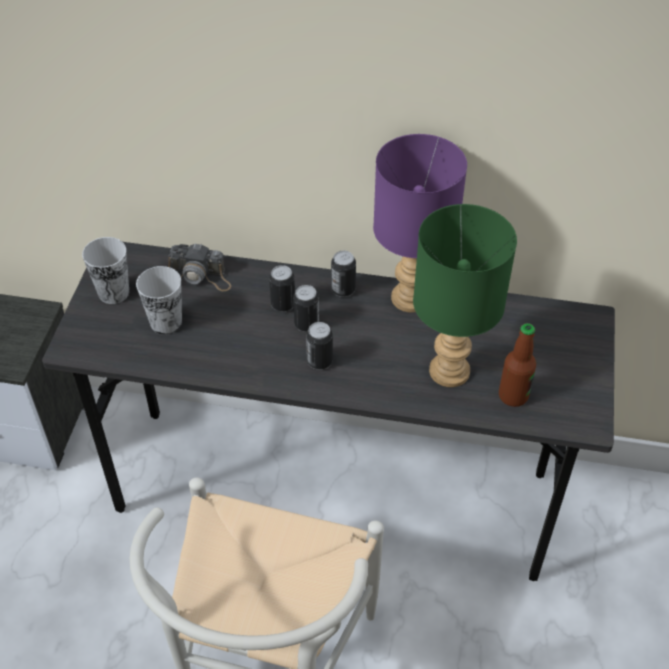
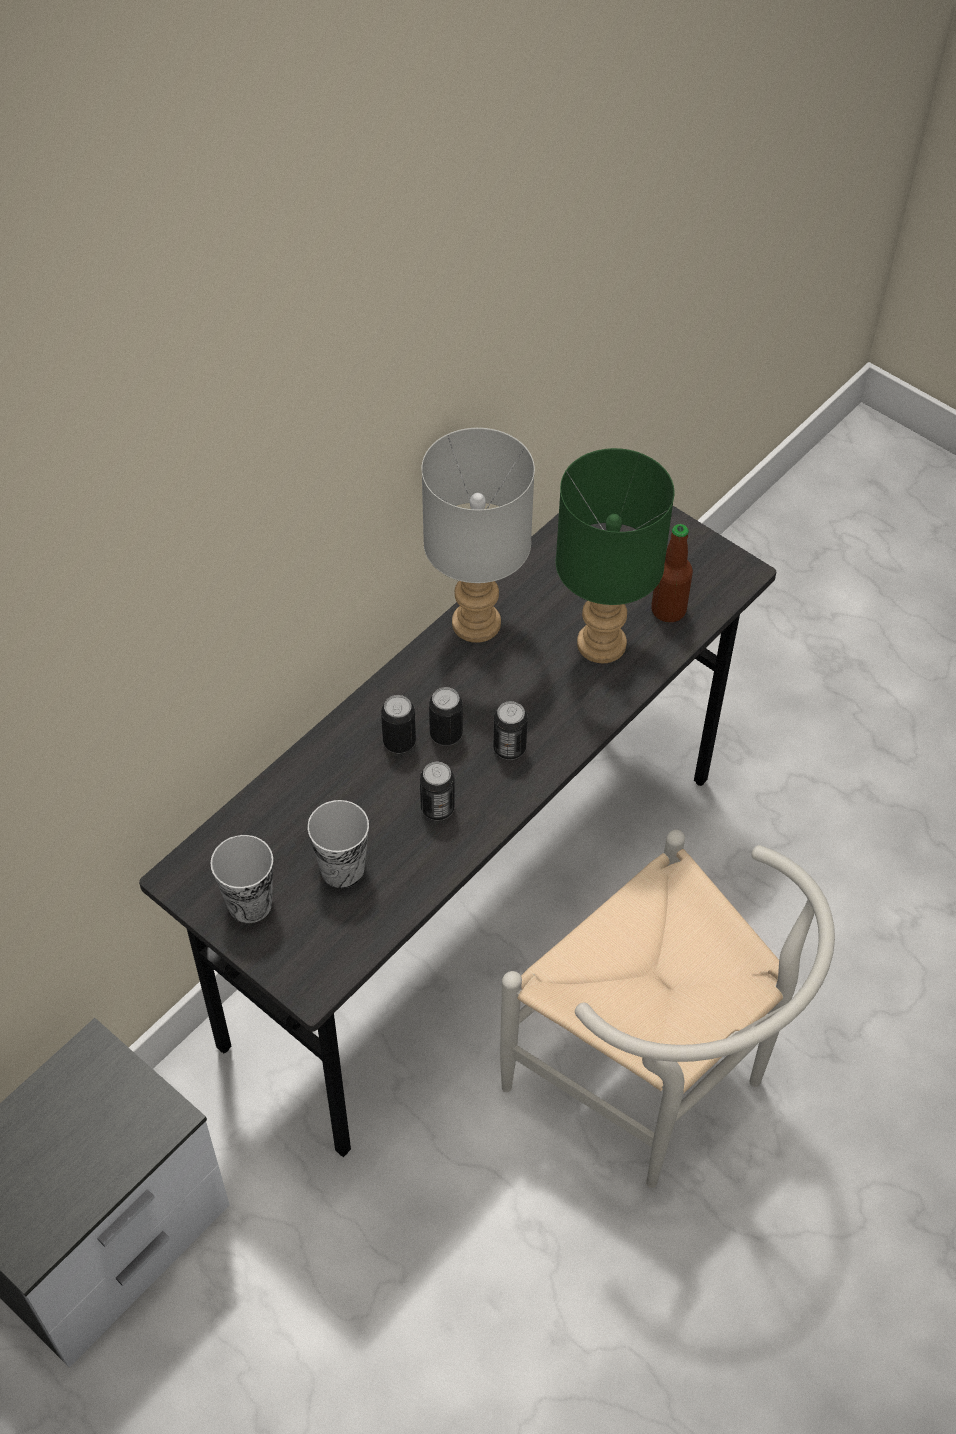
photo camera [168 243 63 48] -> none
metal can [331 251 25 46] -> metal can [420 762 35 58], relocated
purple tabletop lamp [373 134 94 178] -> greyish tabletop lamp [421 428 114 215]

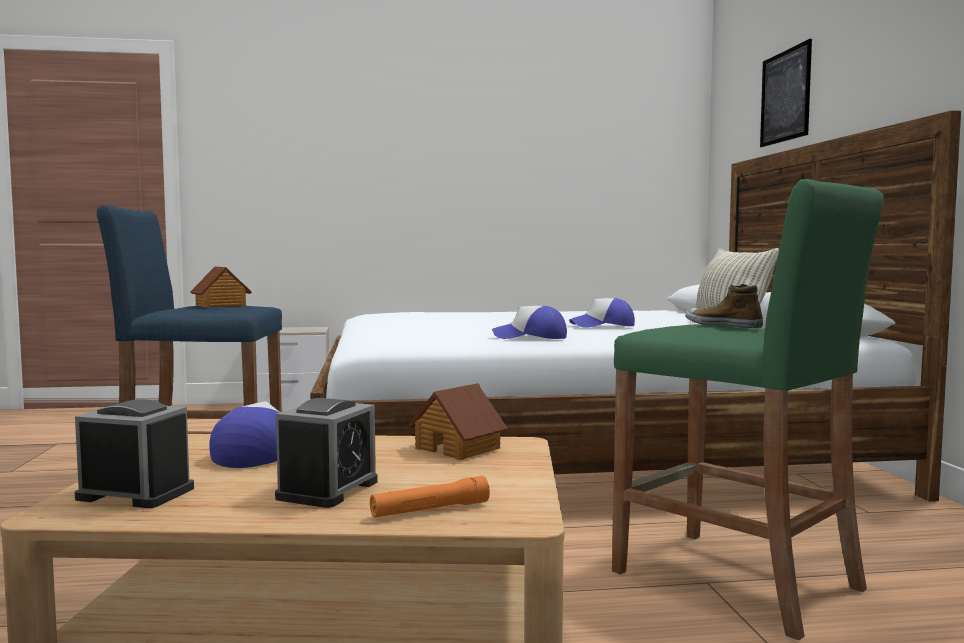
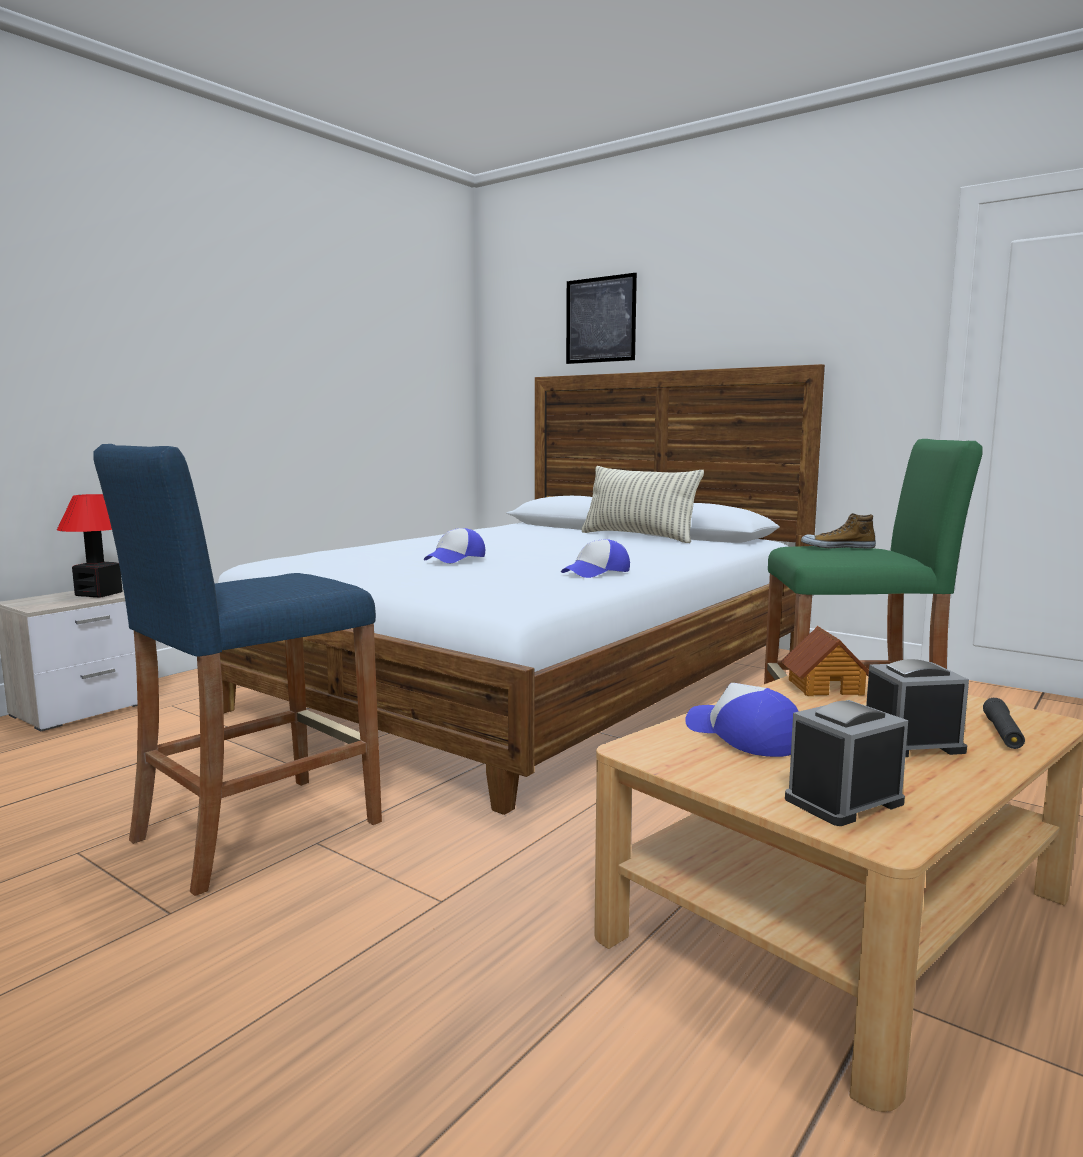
miniature house [190 266 62 41] -> none
none -> tabletop lamp [57 494 66 104]
peaked cap [569 298 66 30] -> peaked cap [424 528 61 35], relocated
orangey flashlight [370 476 120 41] -> black flashlight [983 698 42 51]
bedside clock [275 398 102 110] -> bedside clock [866 659 103 98], 75 degrees counterclockwise

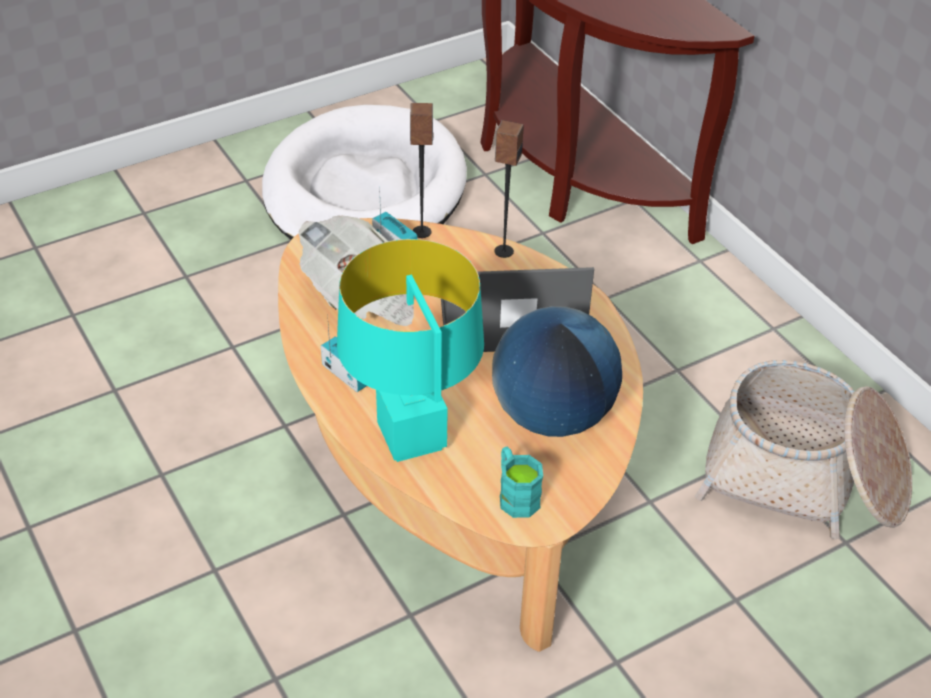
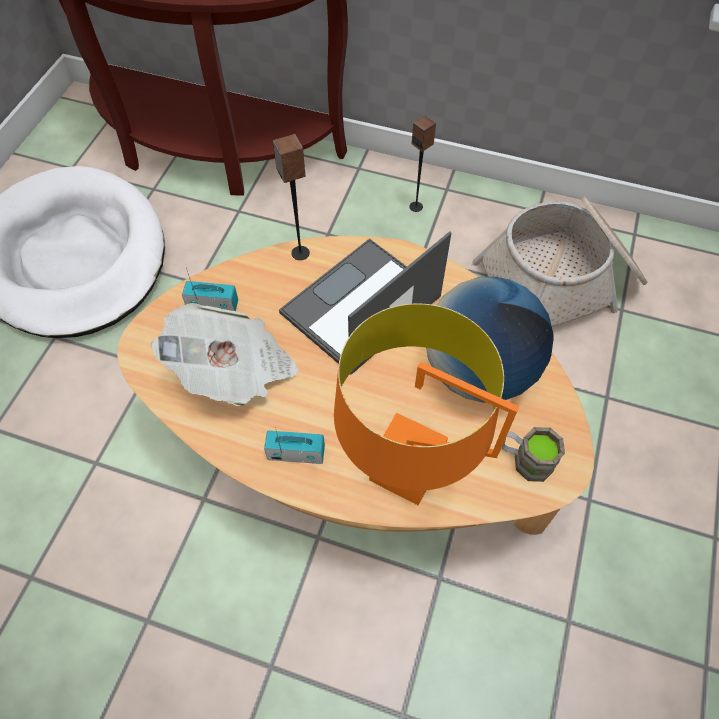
audio speaker [410 103 23 135] -> audio speaker [409 115 27 97], relocated
turquoise-coloured tabletop lamp [337 239 147 223] -> orangey tabletop lamp [334 303 185 203]
turquoise-coloured coffee mug [500 447 43 71] -> brown coffee mug [502 427 63 55]

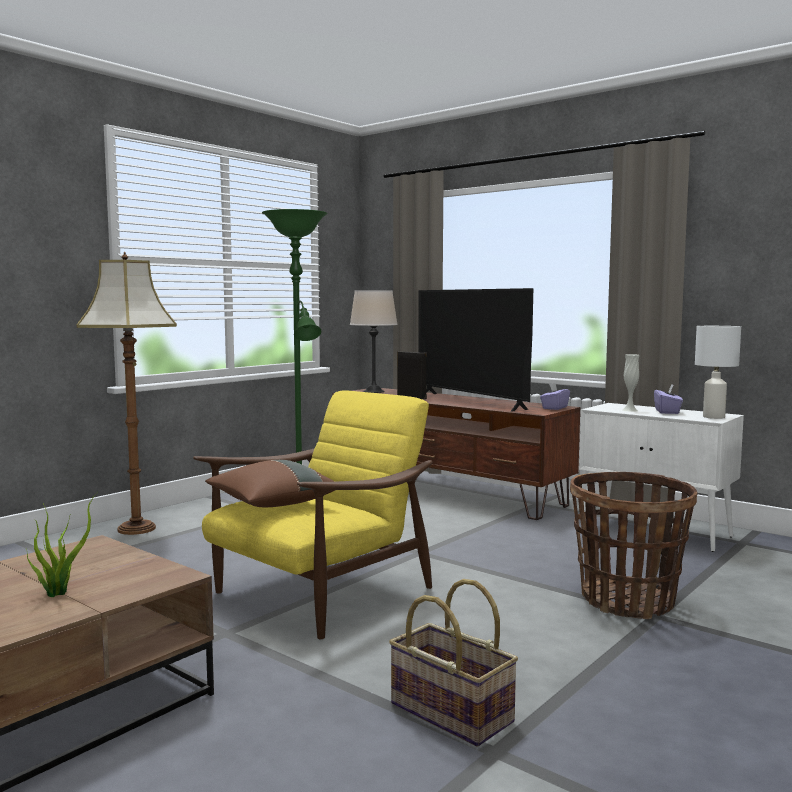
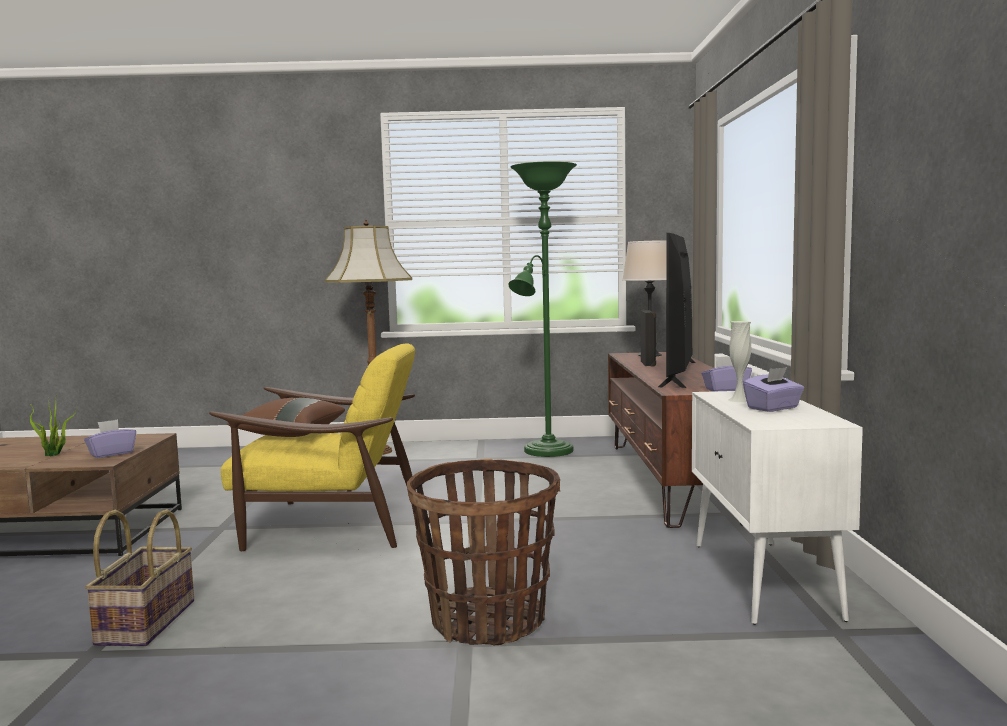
whitish tabletop lamp [695 326 46 93] -> none
none -> purple box of tissues [84 419 52 39]

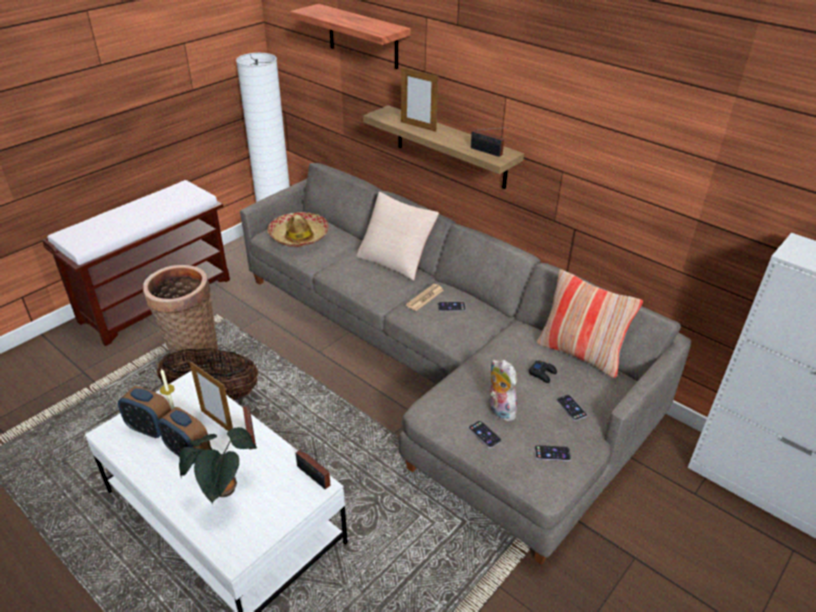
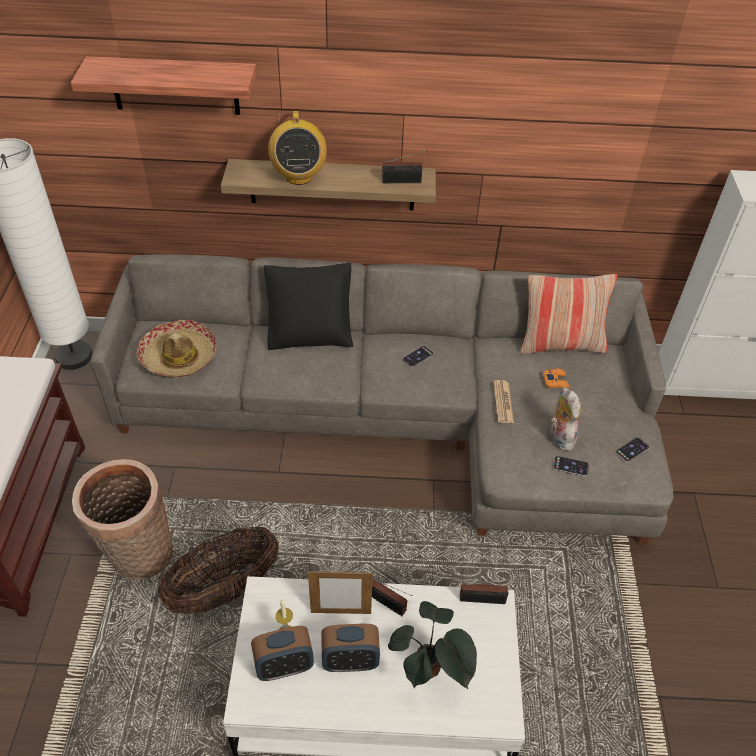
handset [557 395 30 26] -> none
daily paper [406 284 38 27] -> daily paper [493 380 21 43], relocated
standing frame [401 67 37 65] -> radio receiver [268 111 59 74]
sand-coloured throw pillow [356 192 83 88] -> black throw pillow [264 262 89 88]
black gamepad [529 361 28 22] -> orangey gamepad [543 369 26 19]
cuddly toy [488 360 29 61] -> cuddly toy [551 387 30 64], 60 degrees clockwise

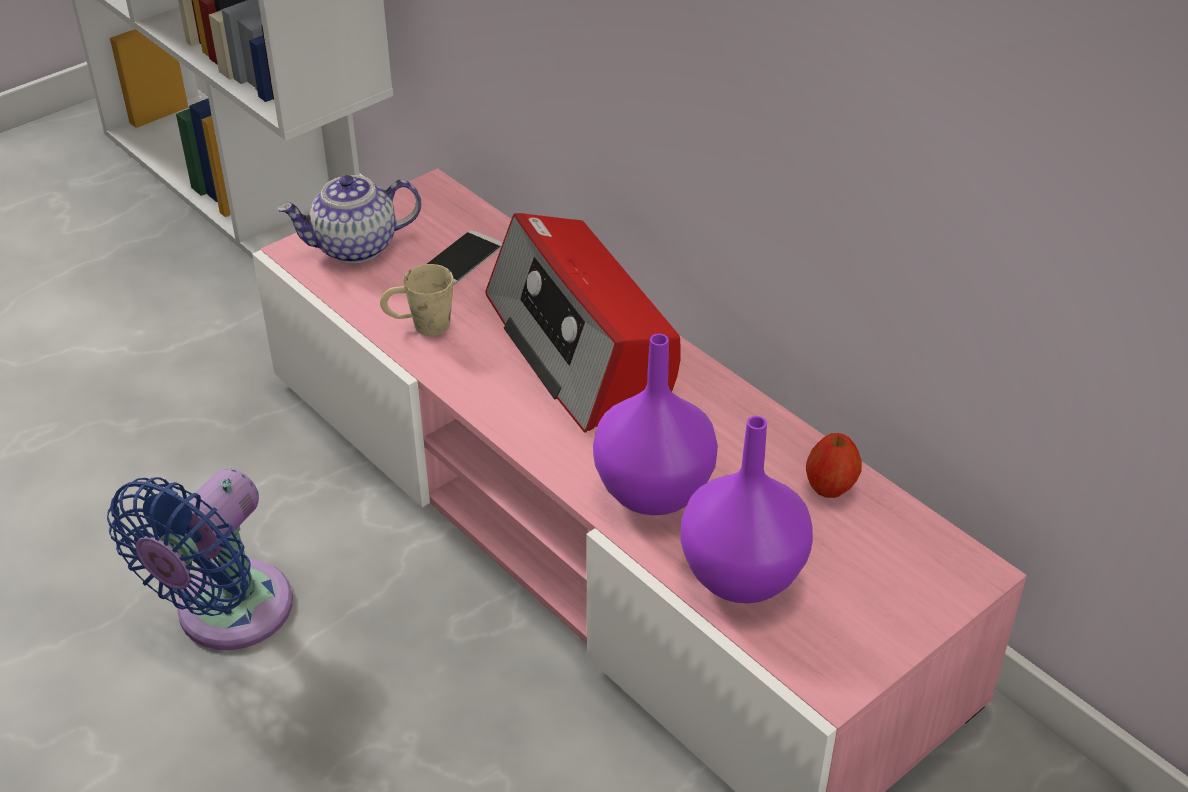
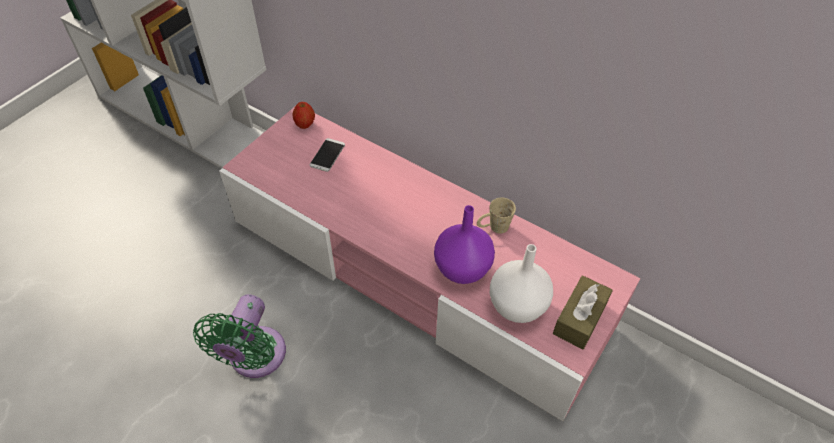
pot for tea [277 175 144 88] -> none
radio receiver [485 213 196 220] -> none
none -> brown box of tissues [553 275 60 74]
sand-coloured coffee mug [380 264 73 72] -> sand-coloured coffee mug [477 197 39 37], relocated
whole apple [806 433 56 65] -> whole apple [292 102 23 27], relocated
blue-coloured cooling fan [107 469 186 181] -> green cooling fan [193 294 93 84]
purple vase [680 416 133 187] -> whitish vase [490 244 63 79]

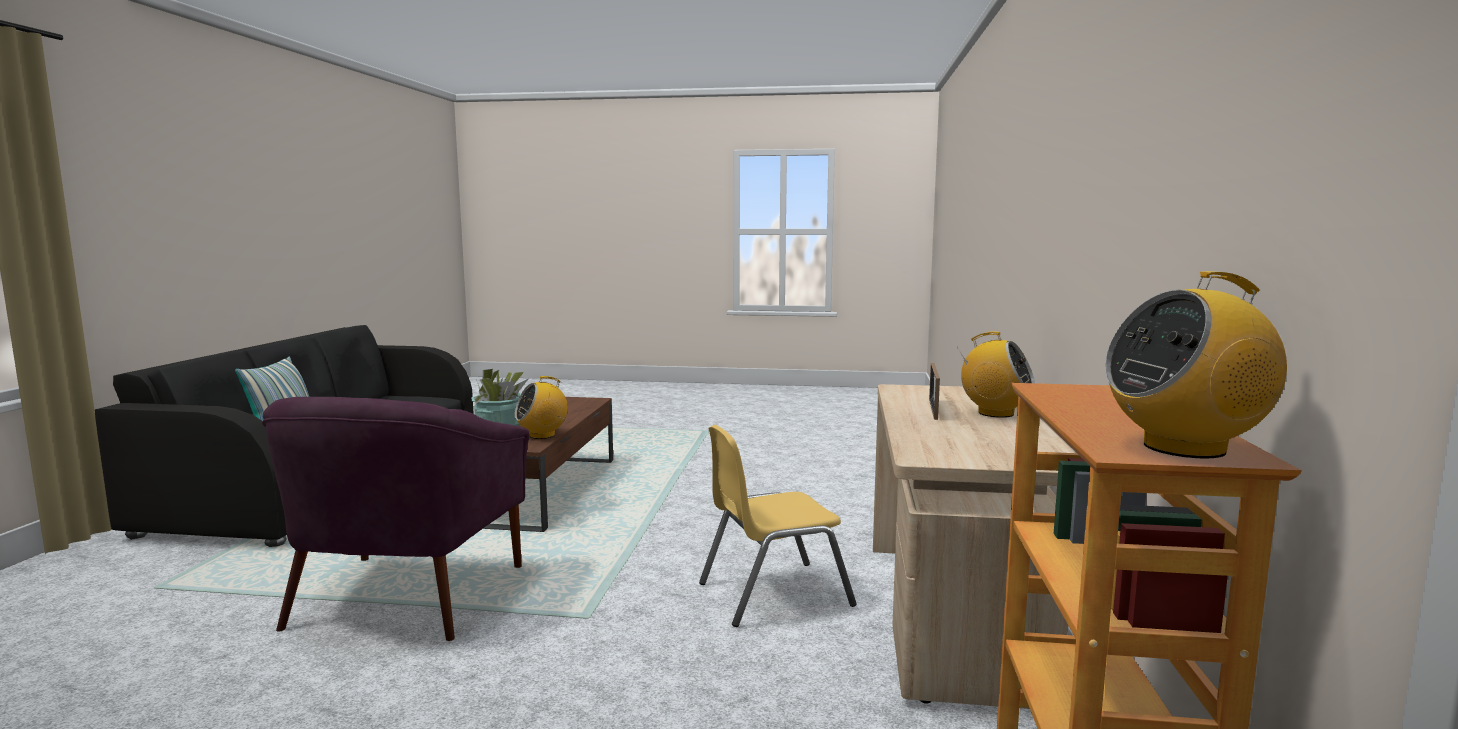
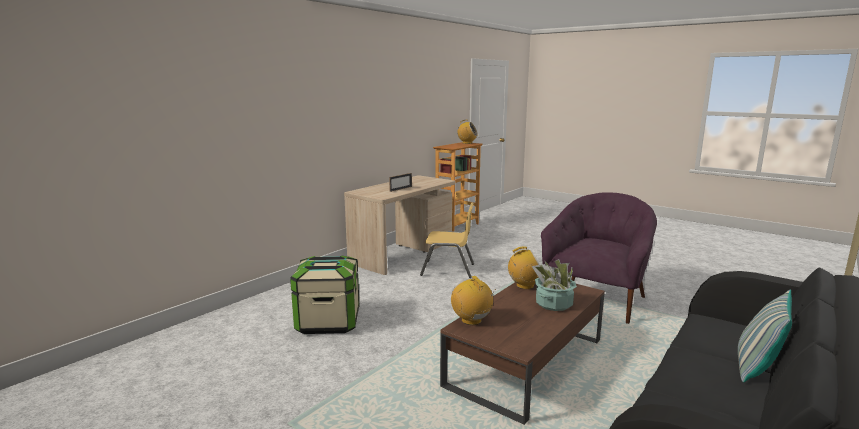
none -> storage box [290 256 69 78]
radio receiver [957 331 78 87] -> radio receiver [451 276 45 49], relocated

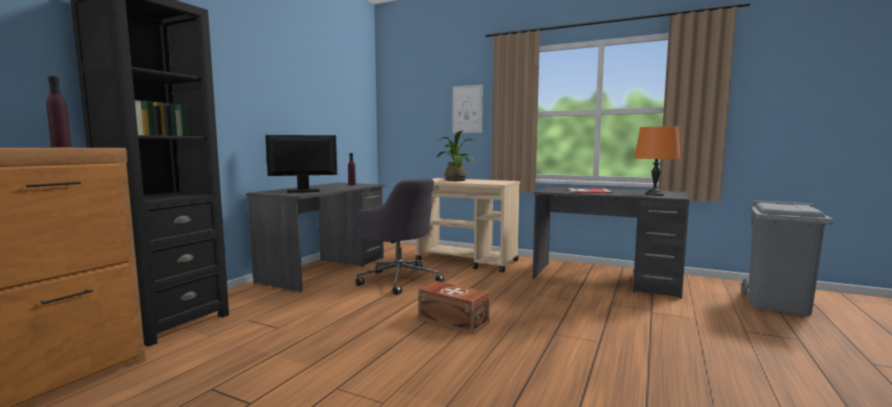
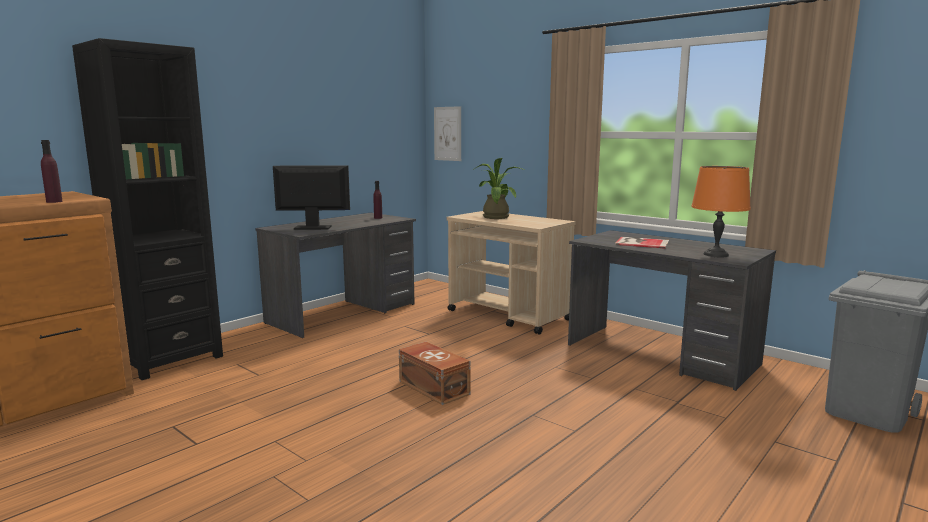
greyish desk chair [355 178 89 117] -> none
wall art [453 85 29 48] -> wall art [434 106 27 55], relocated

